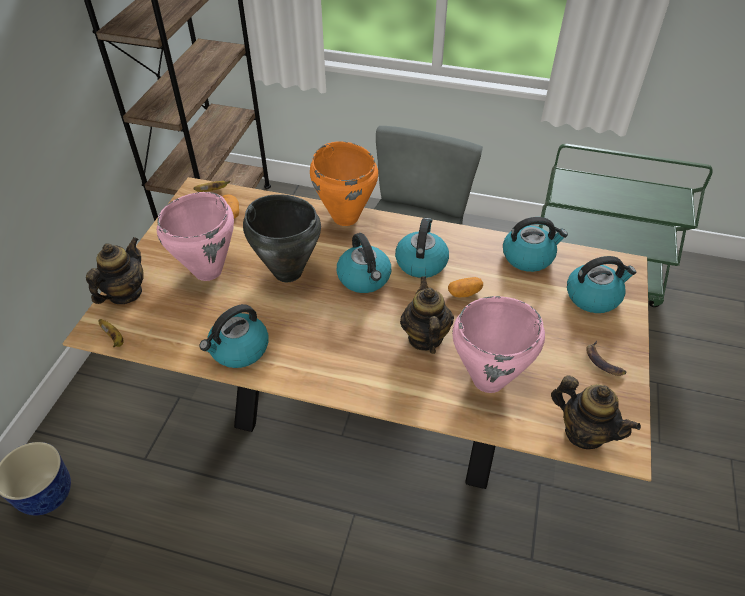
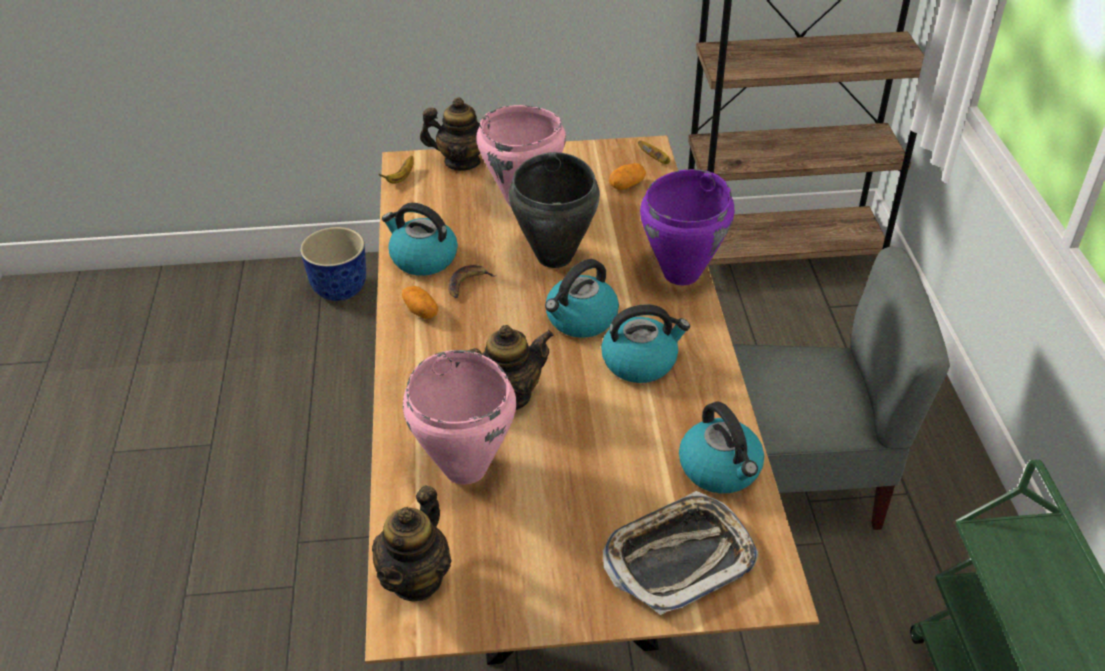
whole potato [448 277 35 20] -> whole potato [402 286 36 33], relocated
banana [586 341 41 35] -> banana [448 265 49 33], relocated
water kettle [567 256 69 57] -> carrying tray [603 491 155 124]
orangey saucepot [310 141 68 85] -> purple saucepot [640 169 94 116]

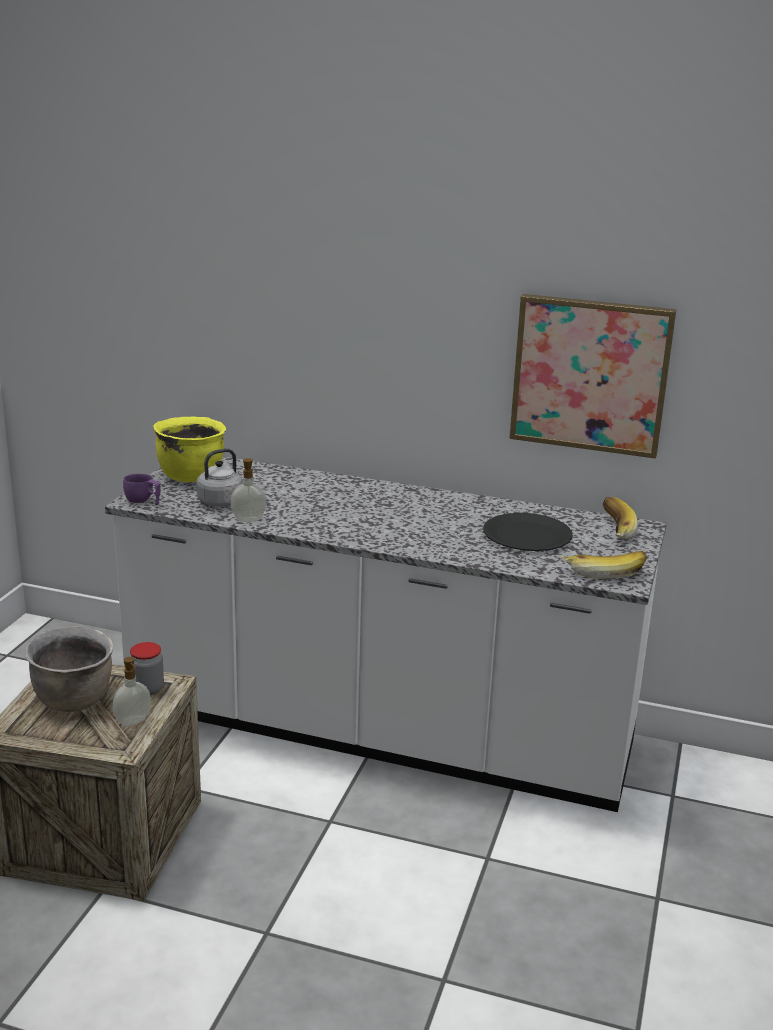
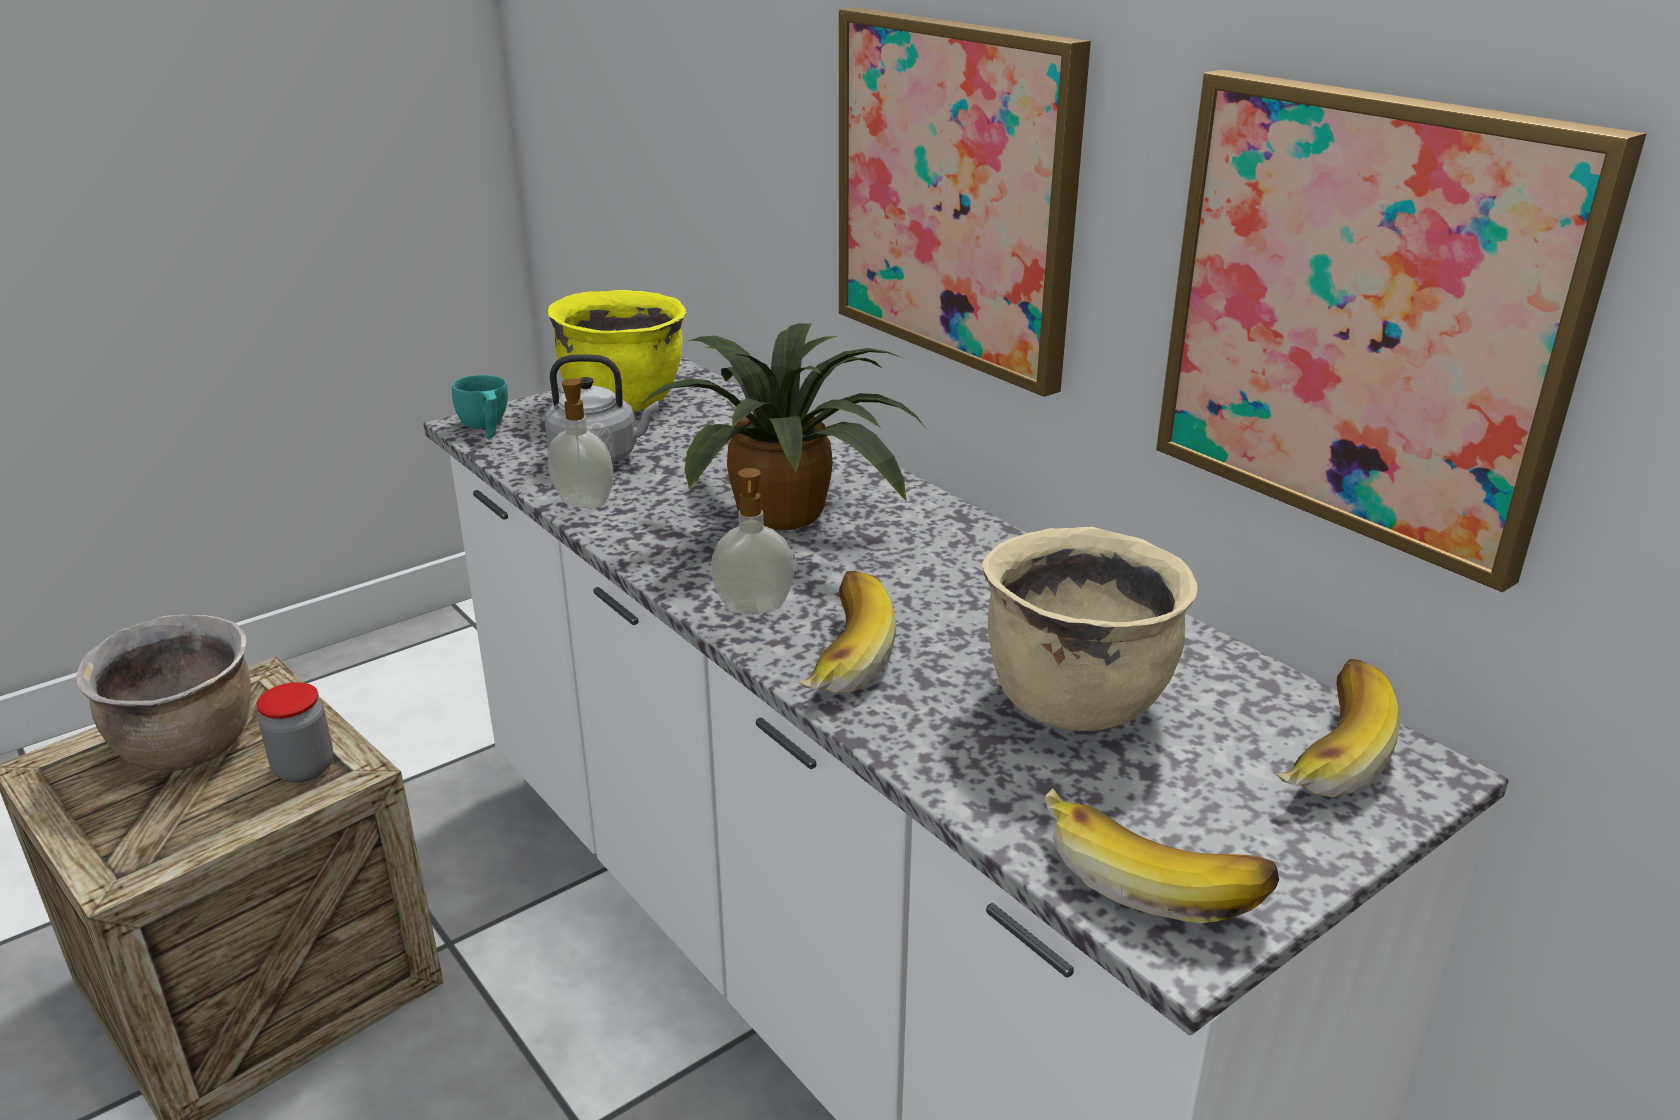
none -> houseplant [640 323 285 207]
none -> banana [799 570 97 124]
none -> wall art [839 7 252 390]
soap dispenser [113 657 38 69] -> soap dispenser [711 468 84 146], relocated
black flat dish [484 513 89 38] -> sand-coloured saucepot [982 527 216 204]
purple small cup [123 474 38 31] -> turquoise-coloured small cup [452 375 56 64]

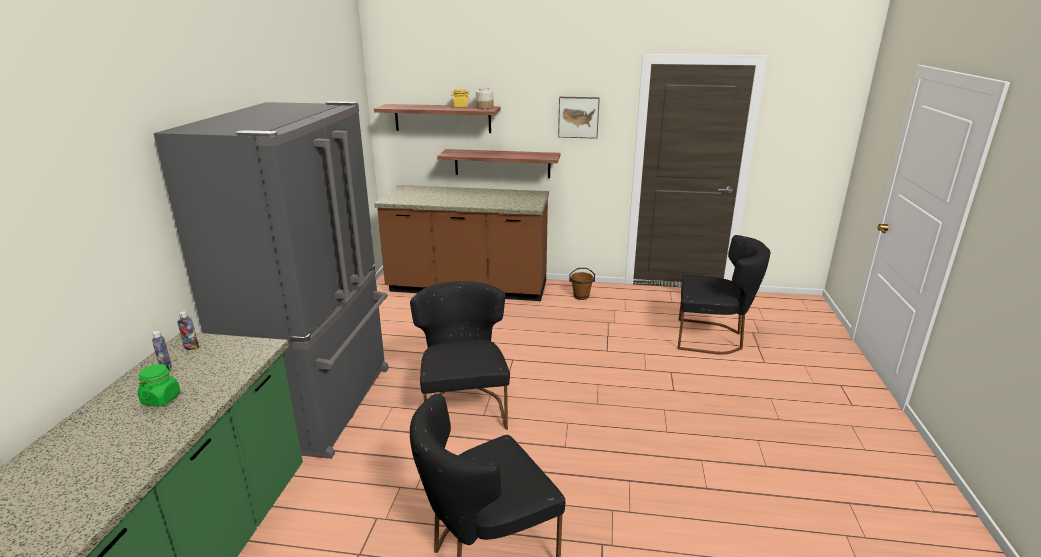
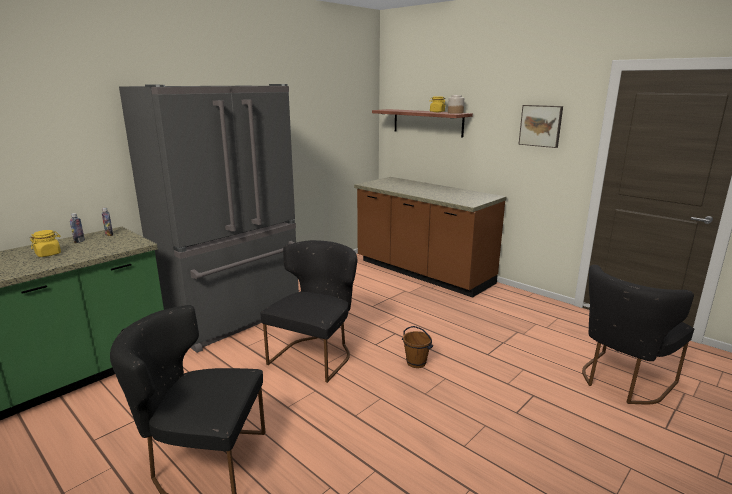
wall shelf [437 149 123 29] -> none
brown water bucket [569 268 26 32] -> brown water bucket [402 326 31 42], relocated
green preserve jar [138 364 43 42] -> yellowish preserve jar [30 230 31 27]
black plain chair [677 235 93 120] -> black plain chair [582 265 112 140], 90 degrees clockwise

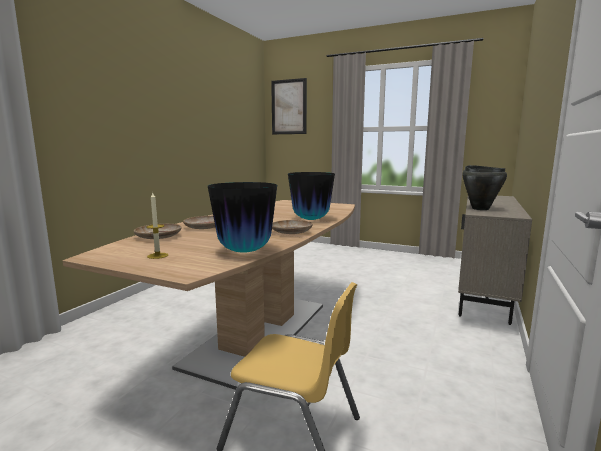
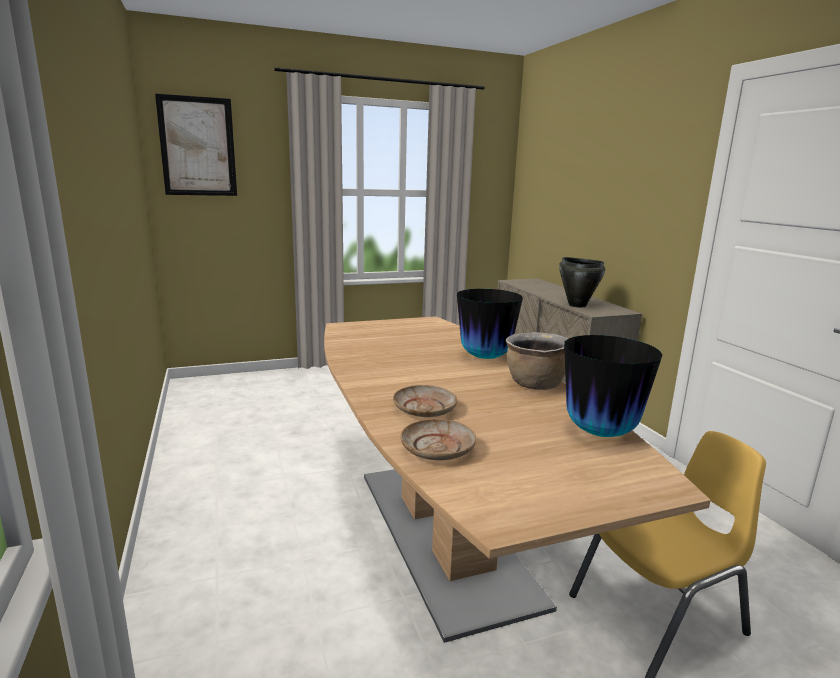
wax light [146 193 22 66] -> none
sand-coloured flat dish [272 220 40 14] -> brown saucepot [506 332 63 58]

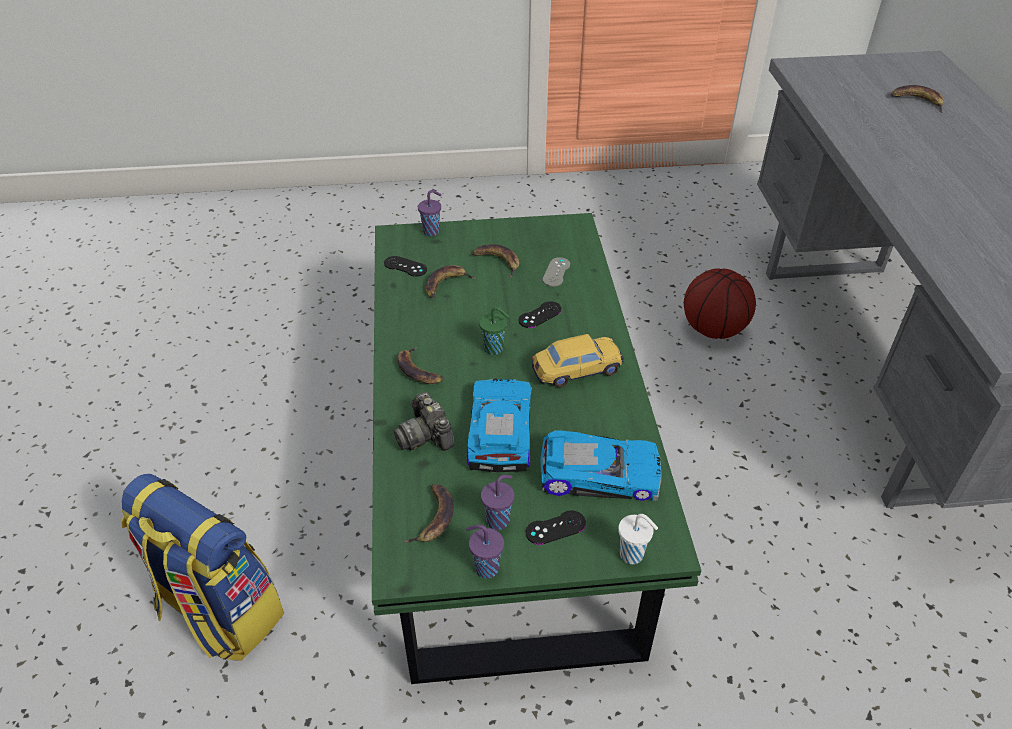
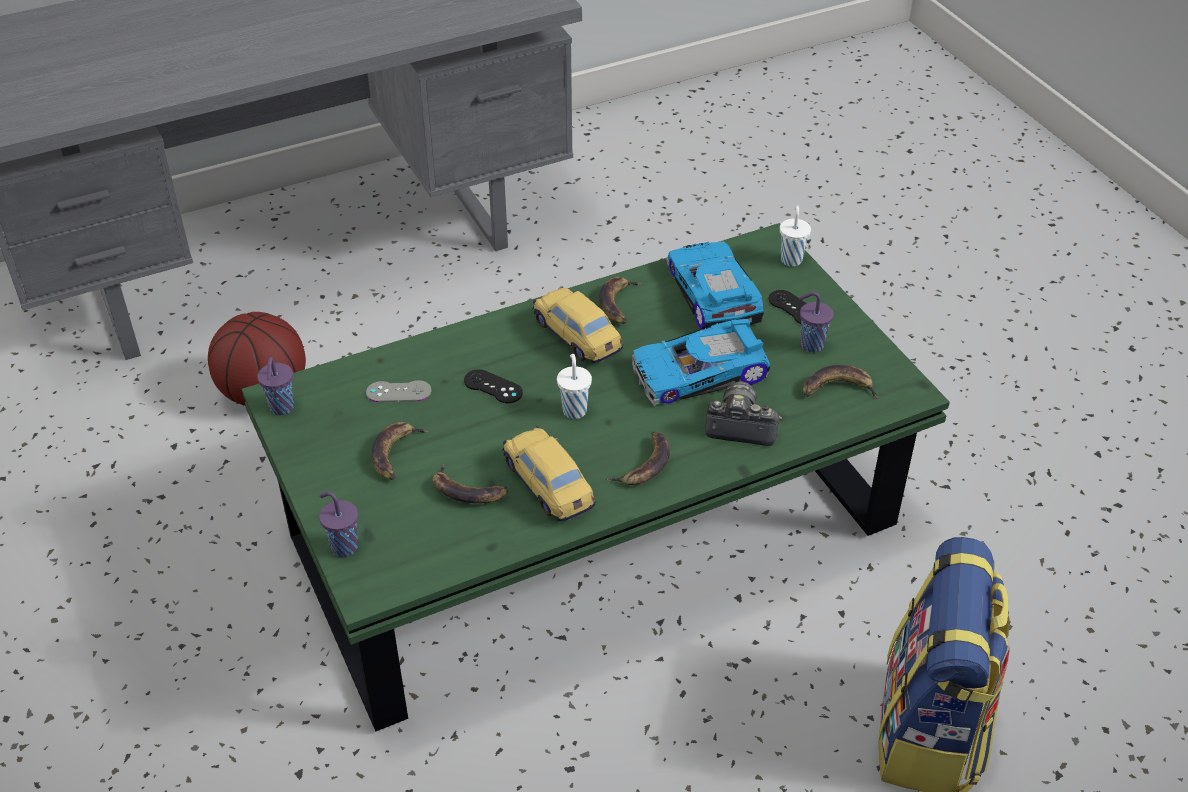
black gamepad [384 256 43 21] -> none
none -> miniature car [502 426 94 95]
purple small cup [466 524 38 54] -> purple small cup [257 357 37 58], relocated
banana [891 85 53 27] -> banana [599 277 43 47], relocated
green small cup [479 307 31 48] -> whitish small cup [557 354 35 65]
photo camera [394 392 60 59] -> photo camera [705 381 77 65], 120 degrees counterclockwise

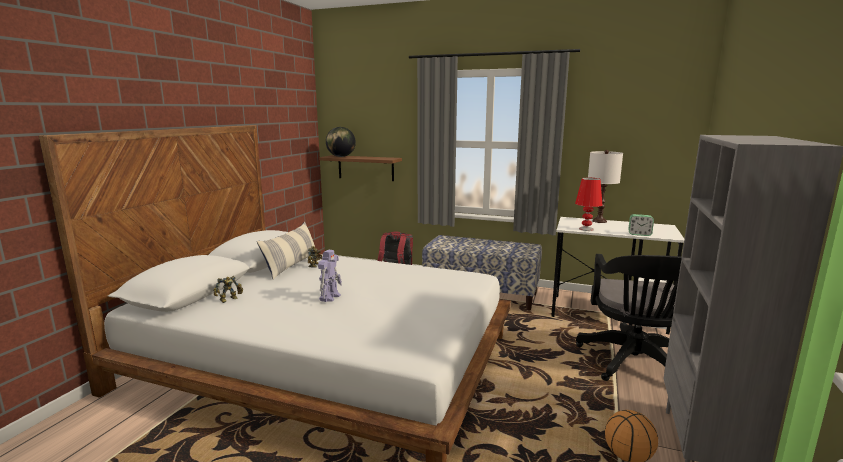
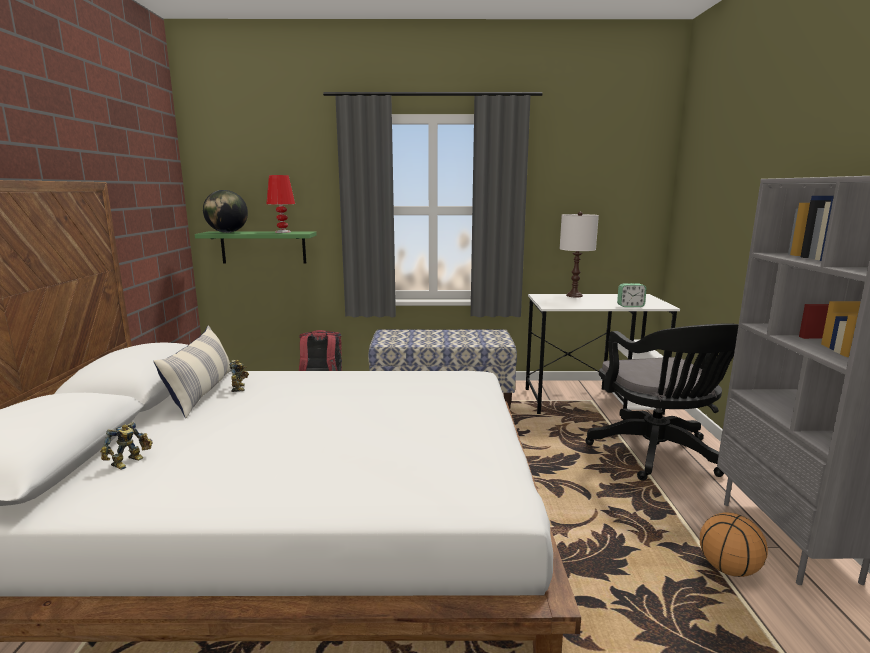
toy robot [318 250 24 52] -> none
red-coloured tabletop lamp [575 178 27 53] -> red-coloured tabletop lamp [266 175 29 58], relocated
brown wall shelf [319 155 83 26] -> green wall shelf [195 231 122 32]

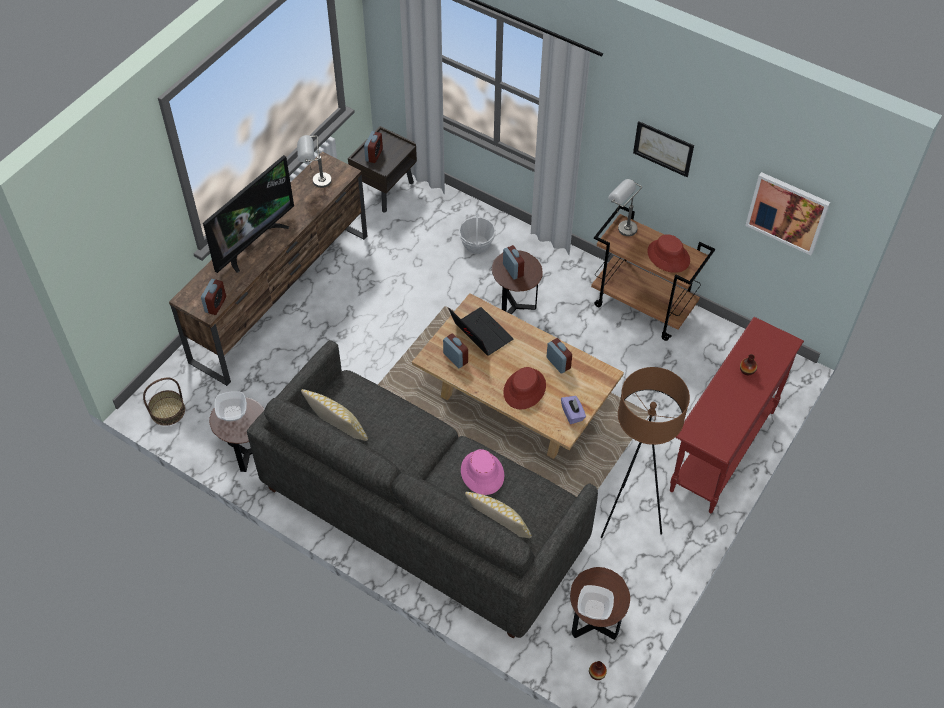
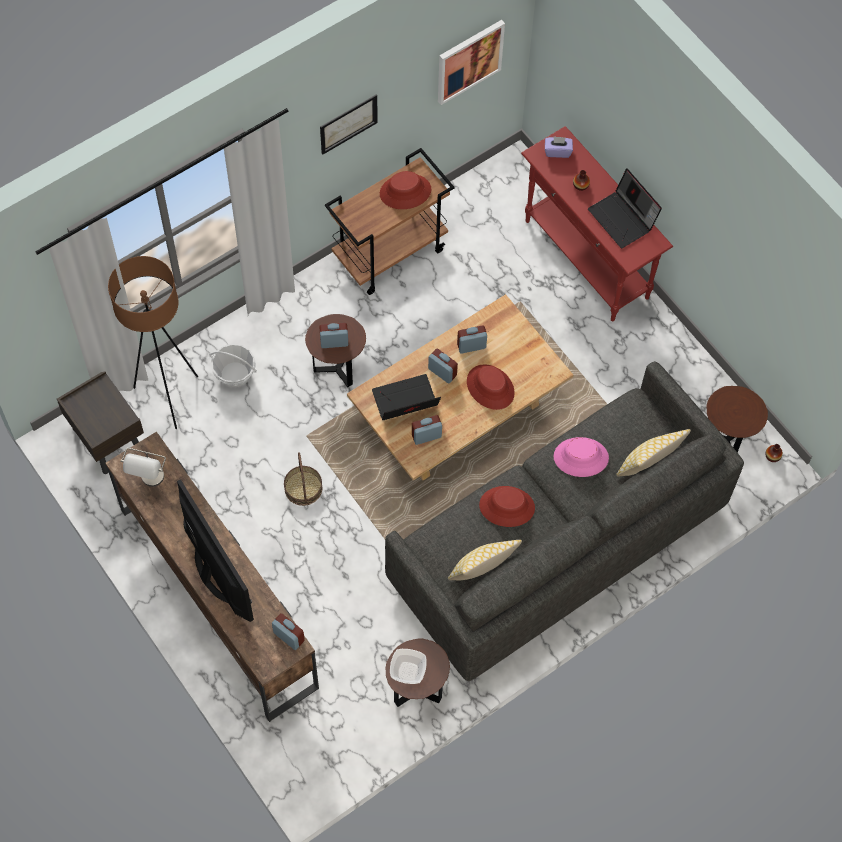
deep dish [578 585 36 35] -> none
greyish tabletop lamp [608 179 34 57] -> none
none -> red-coloured hat [479 486 56 41]
none -> laptop [588 168 74 80]
storage basket [143 378 42 48] -> storage basket [284 452 38 54], relocated
bedside clock [364 131 19 32] -> bedside clock [428 349 30 35], relocated
purple box of tissues [561 396 25 28] -> purple box of tissues [545 136 28 22], relocated
brown standard lamp [601 367 89 171] -> brown standard lamp [108 256 90 173], relocated

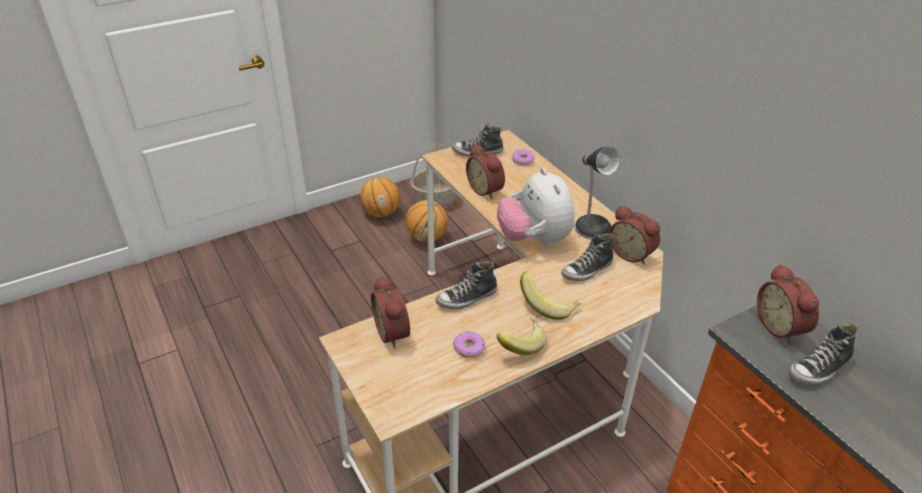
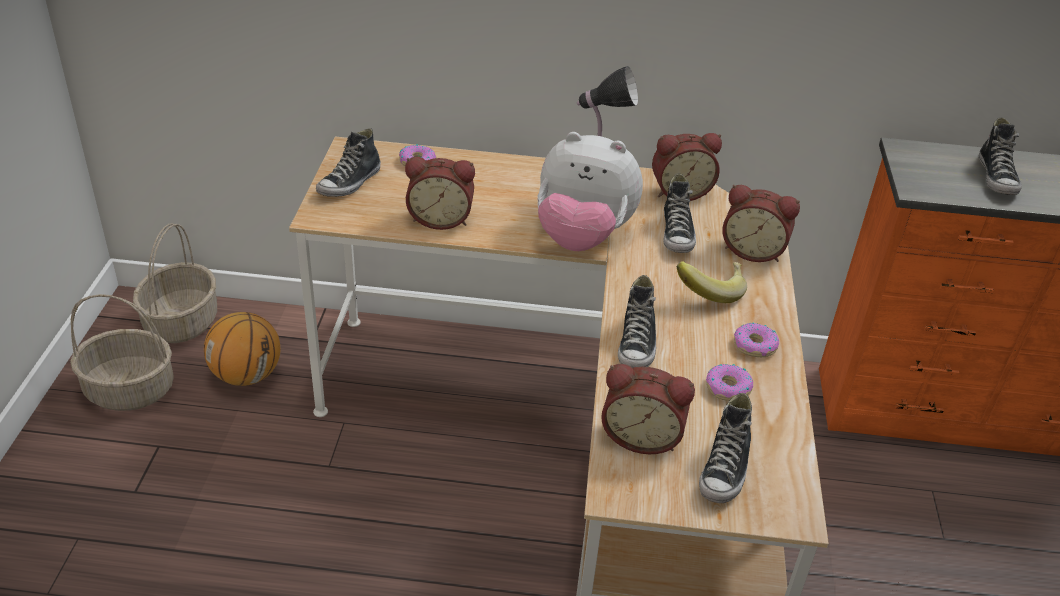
none -> low shoe [699 393 53 110]
bedside clock [757 264 62 80] -> bedside clock [722 185 78 77], relocated
basketball ball [359 177 41 40] -> storage basket [70 294 104 117]
banana [496 316 51 39] -> donut [734 323 45 34]

